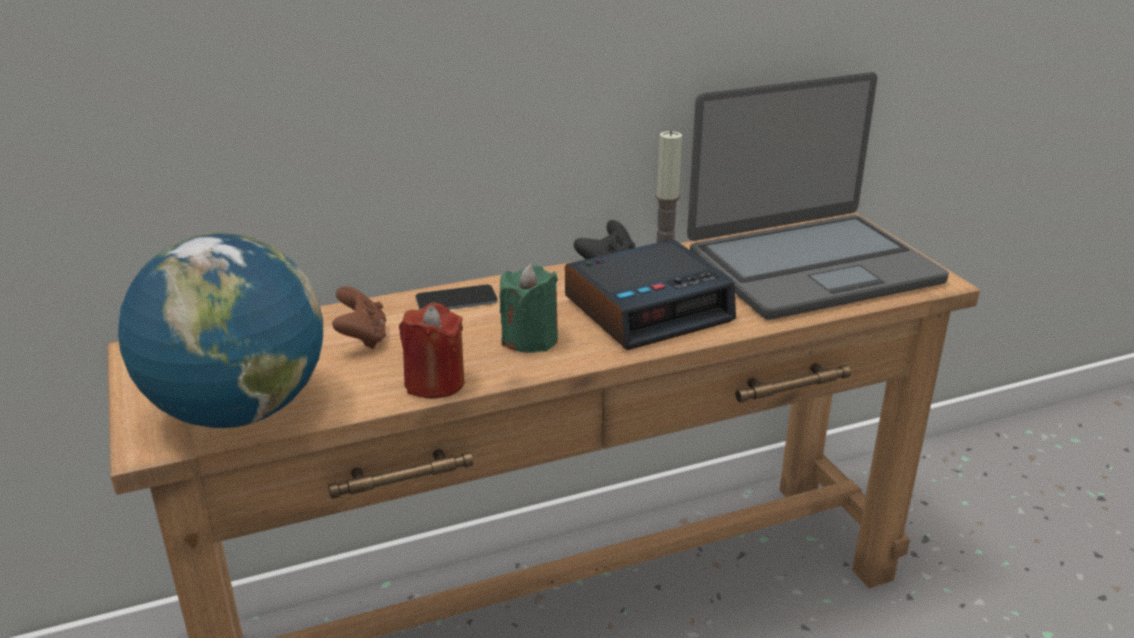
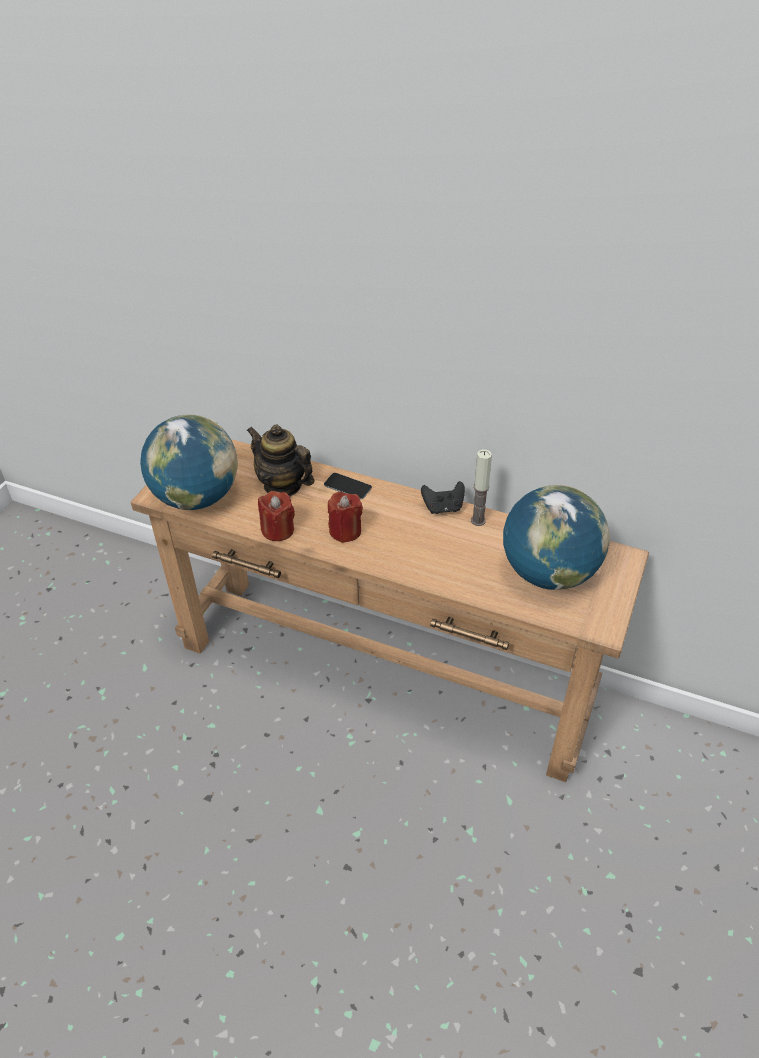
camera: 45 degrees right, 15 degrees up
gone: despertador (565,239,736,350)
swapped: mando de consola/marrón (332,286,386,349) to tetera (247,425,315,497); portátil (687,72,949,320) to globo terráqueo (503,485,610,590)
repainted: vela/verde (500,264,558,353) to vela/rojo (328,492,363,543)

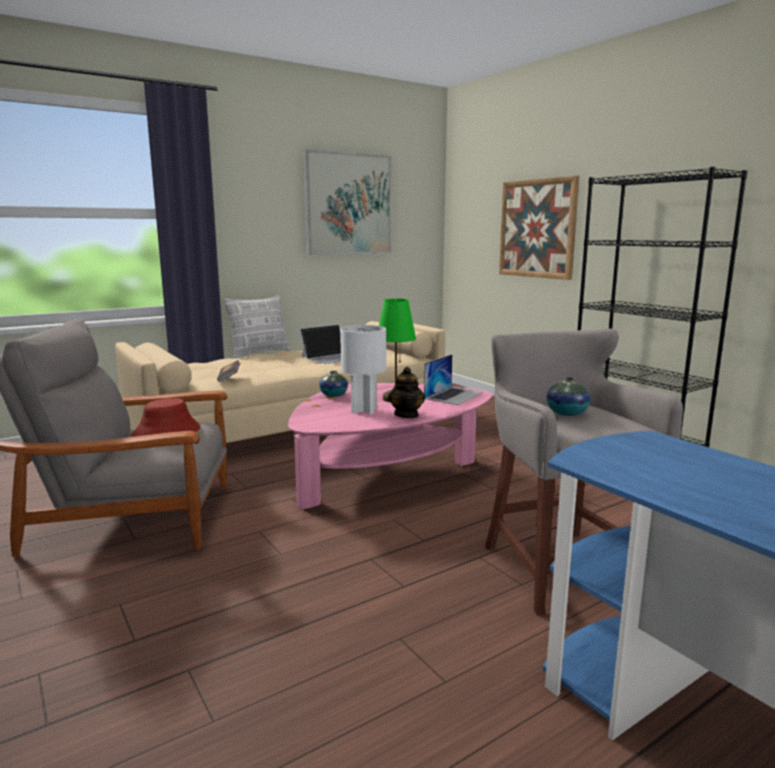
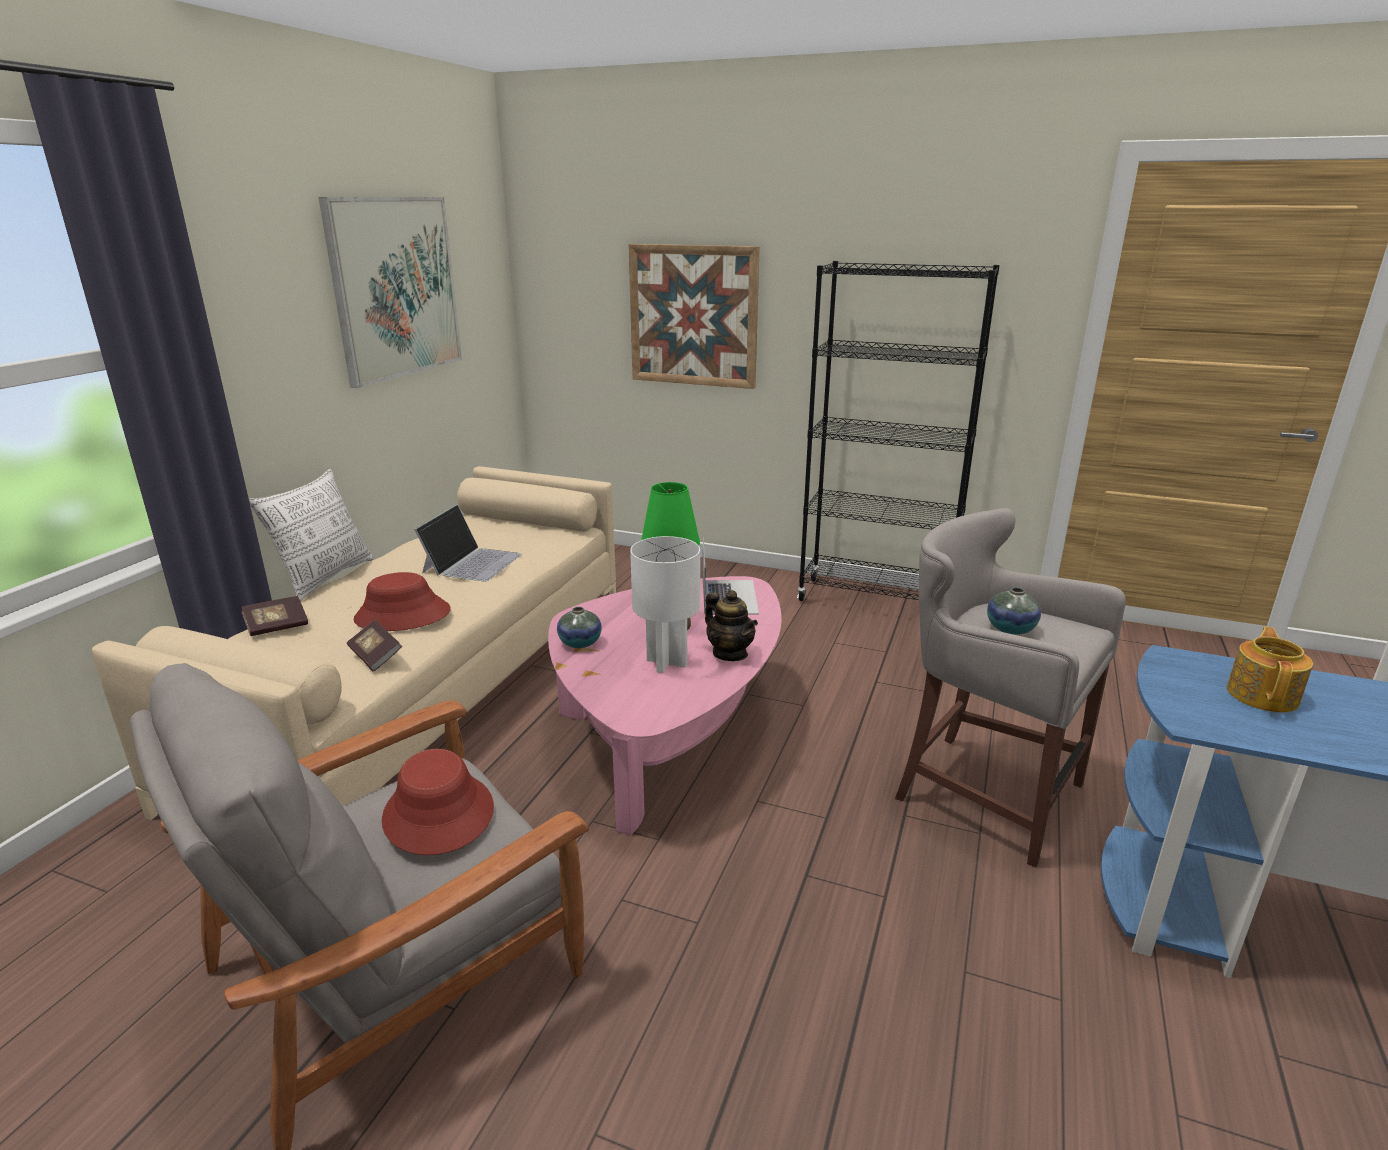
camera: 35 degrees left, 10 degrees up
new: libro (241,596,308,636); sombrero/rojo (353,572,451,631); tetera (1227,627,1313,713)

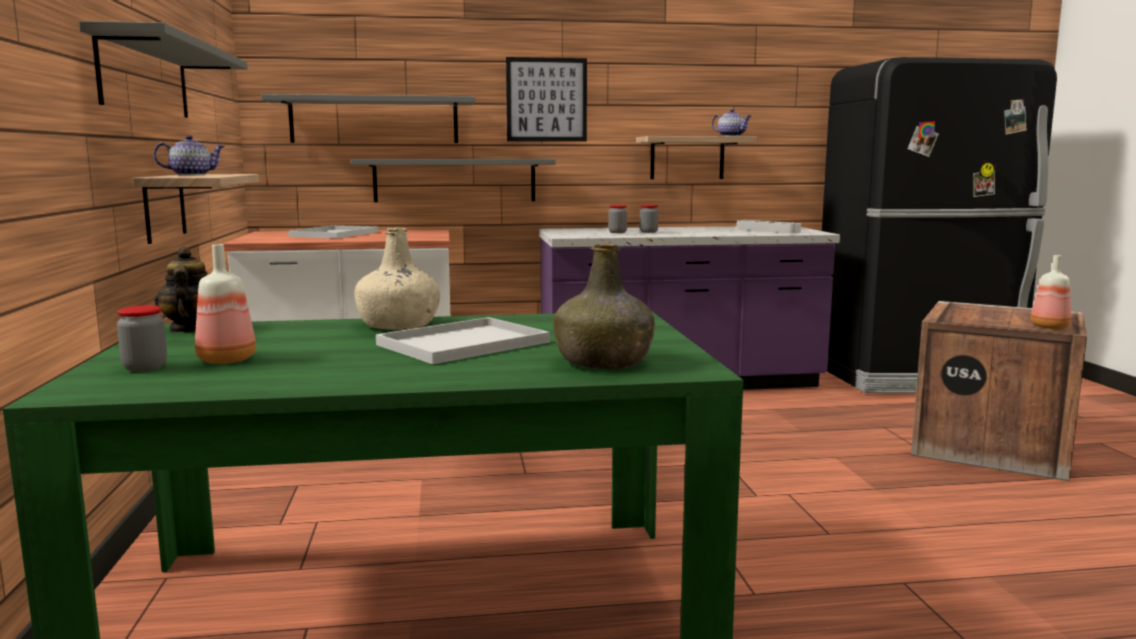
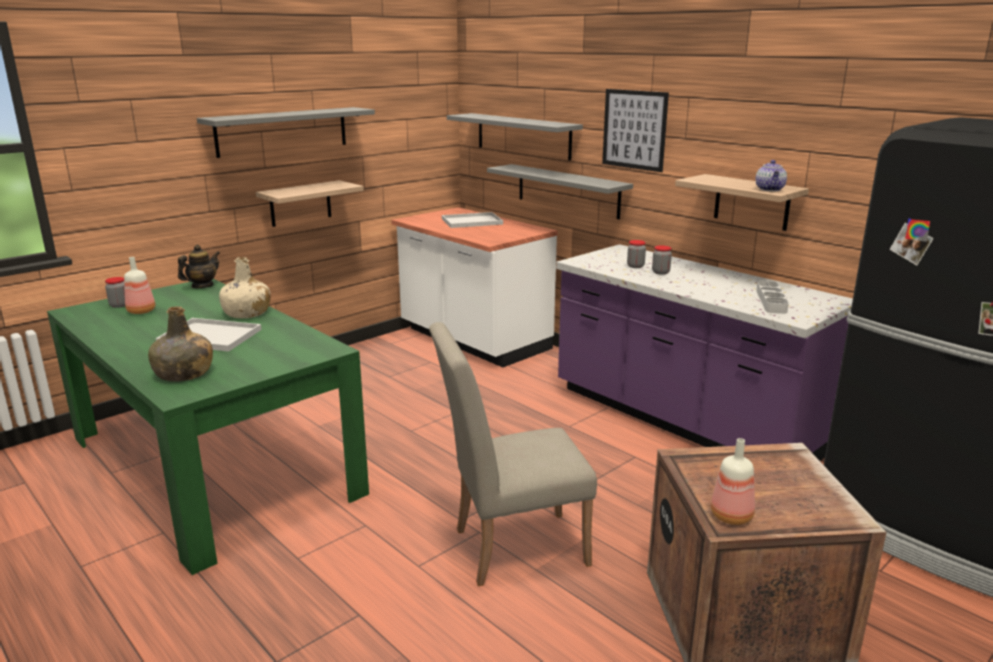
camera: 55 degrees right, 10 degrees up
gone: tetera (154,135,225,175)
new: silla/beis (429,322,597,586)

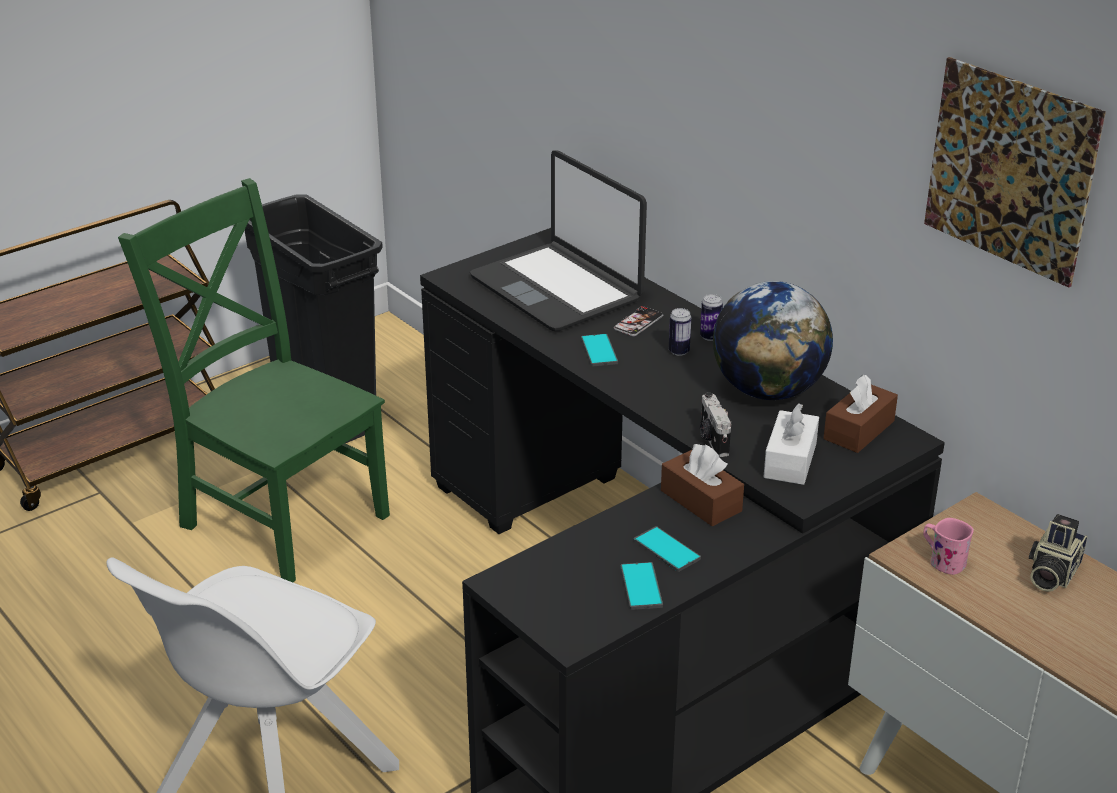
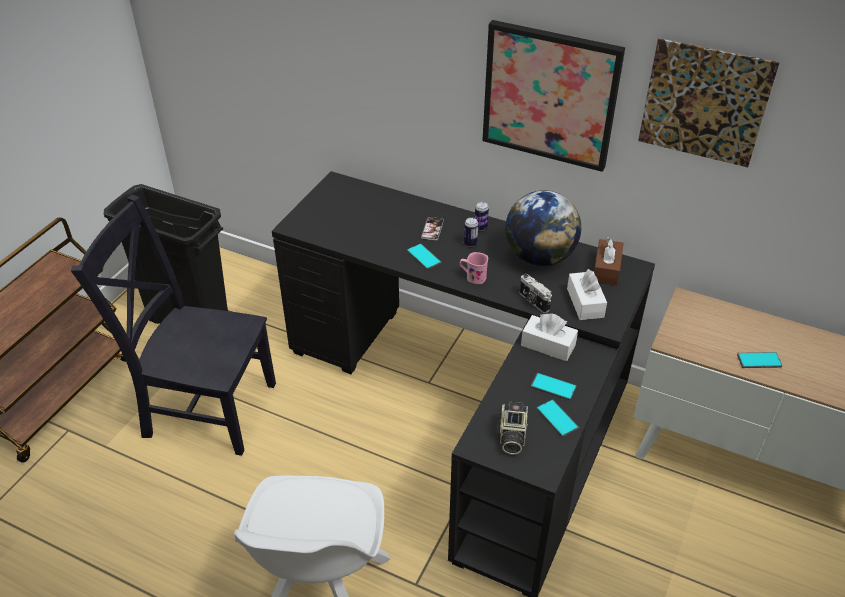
camera: 25 degrees left, 10 degrees up
gone: portátil (470,150,647,331)
new: cuadro (482,20,625,172); móvil (737,352,782,368)
shifted: taza grande/rosa (923,518,974,575) to (460,252,488,284); cámara (1029,514,1087,592) to (497,402,528,455)
repainted: silla/verde (118,178,390,582) to silla/negro (71,195,276,456); caja de pañuelos/marrón (661,444,744,526) to caja de pañuelos/blanco (521,313,578,361)

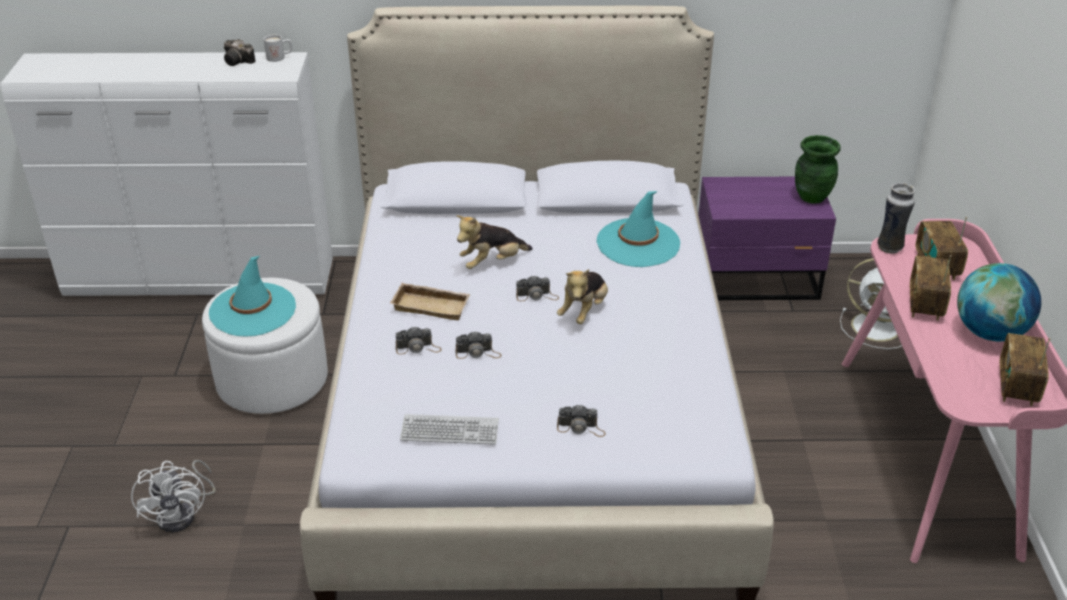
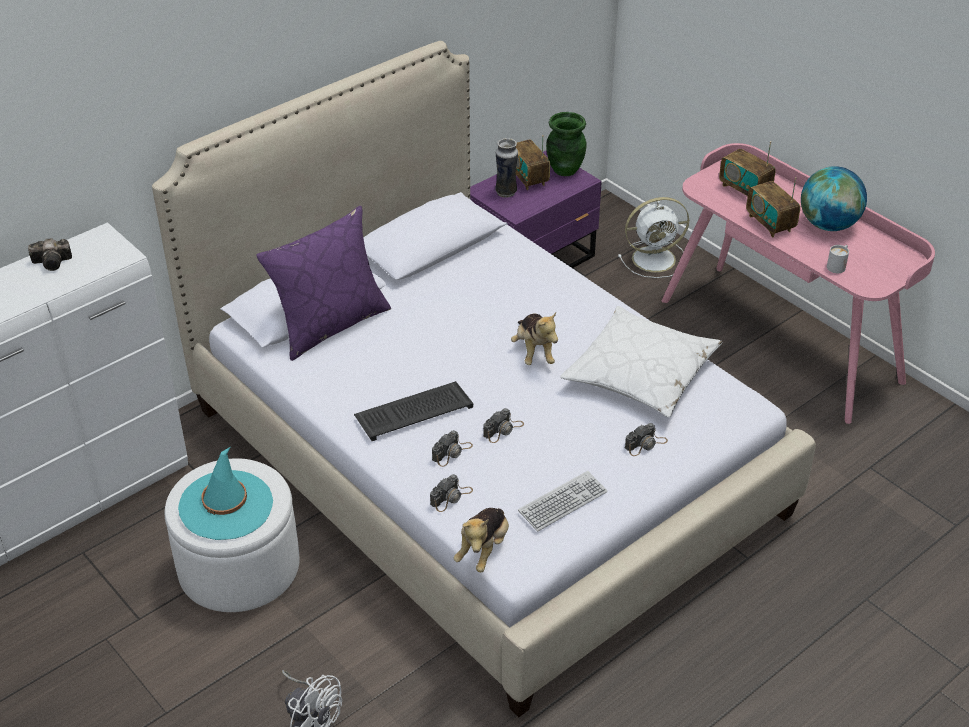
camera: 40 degrees left, 5 degrees up
gone: sombrero/turquesa (597,191,680,267)
new: cojín/morado (256,206,391,361); cojín/blanco (560,306,723,418)
shifted: cámara (516,275,559,301) to (430,474,473,512); peluche (456,215,533,269) to (454,508,509,572); florero (877,182,915,254) to (495,138,518,198); radio (1000,333,1051,406) to (516,135,550,190); taza grande/blanco (264,34,292,62) to (827,245,849,273)
swapped: bandeja/beis (390,283,471,320) to teclado (354,381,473,441)

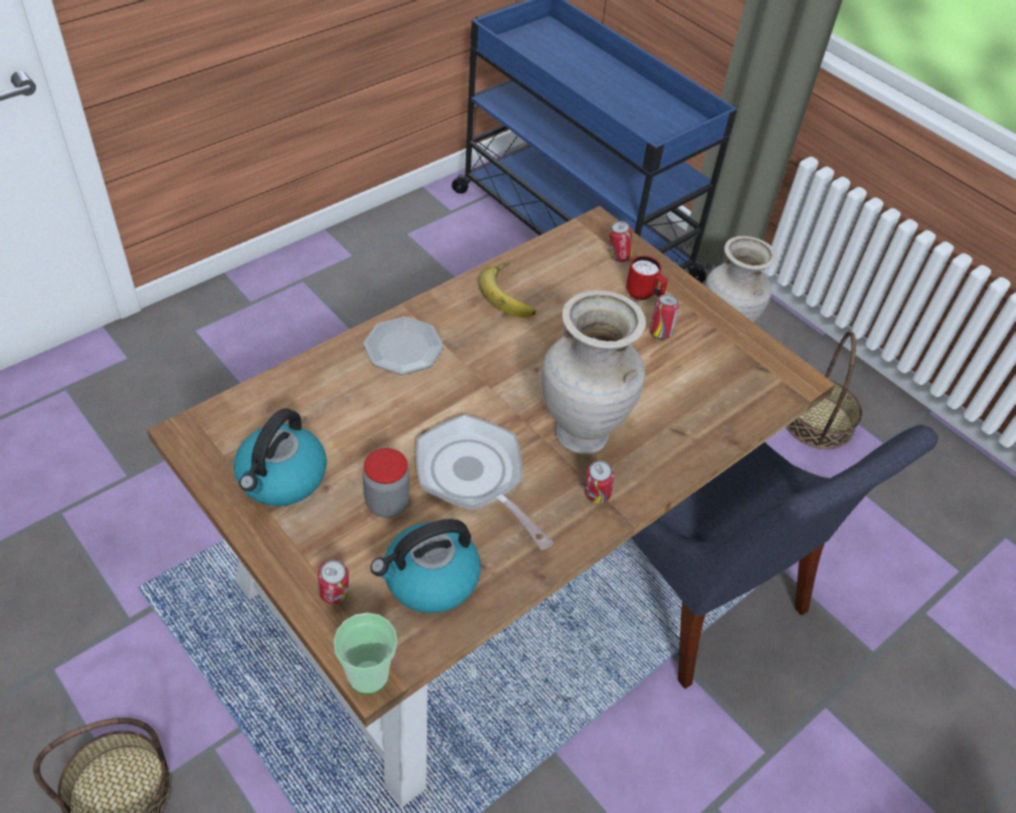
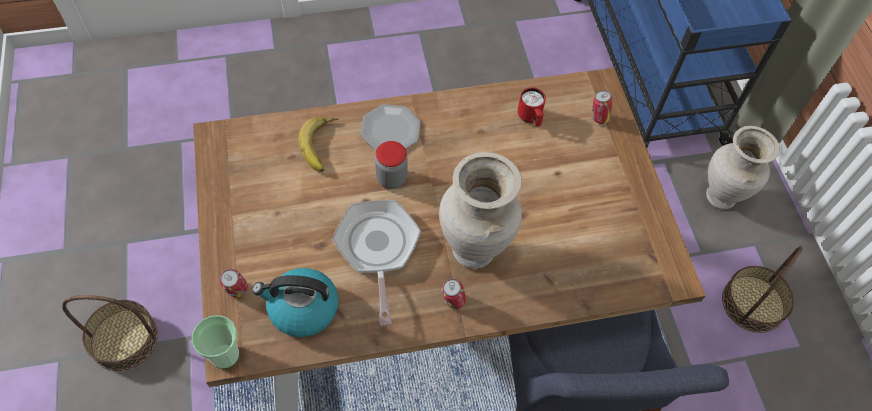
camera: 30 degrees right, 10 degrees up
gone: hervidor (234,408,327,506); lata (650,294,679,339)
shifted: plátano (479,262,536,318) to (298,117,338,172); tarro (363,448,410,517) to (375,141,408,189); taza grande/rojo (626,256,668,300) to (518,87,546,126)

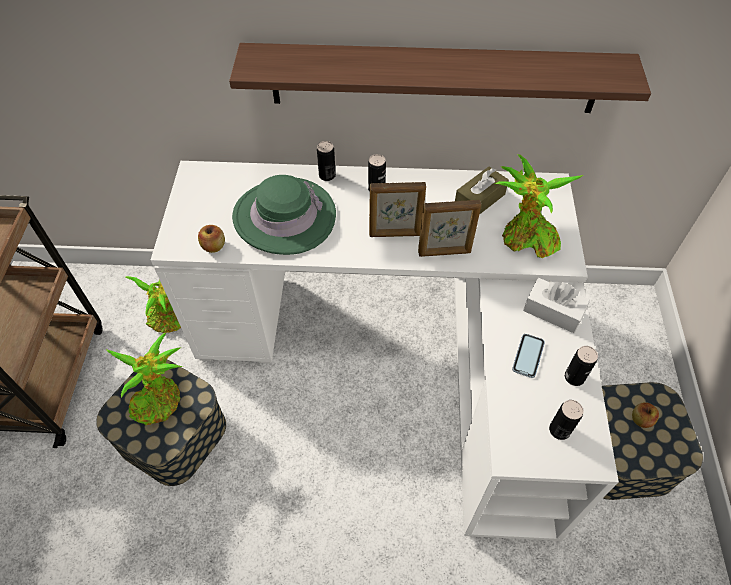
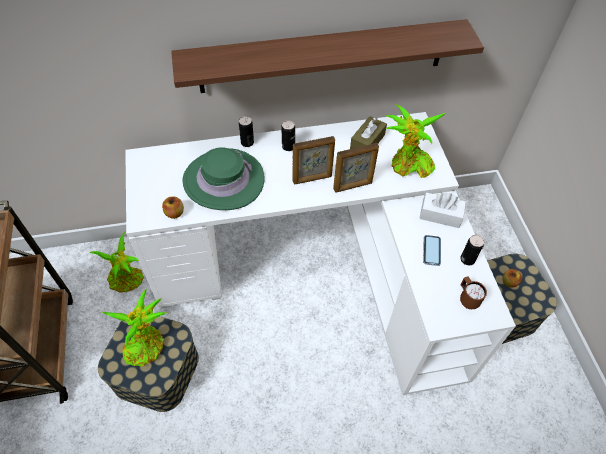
camera: 15 degrees left, 0 degrees up
swapped: lata (549,400,584,440) to taza grande/marrón (460,276,487,309)

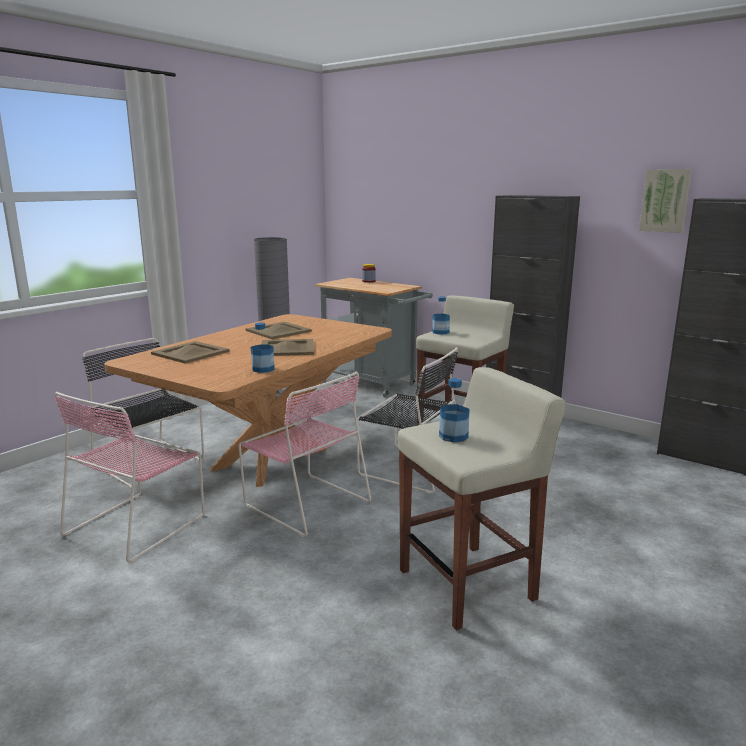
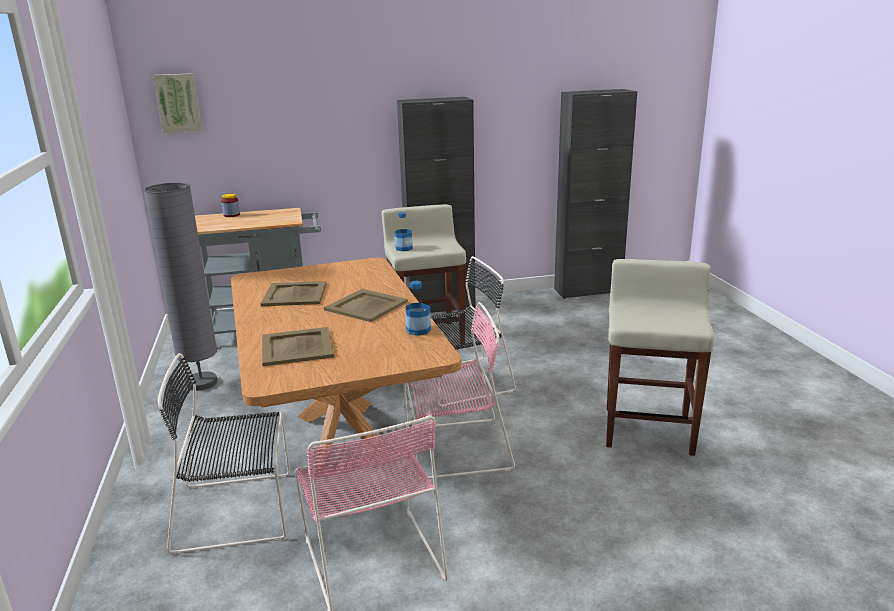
camera: 50 degrees left, 5 degrees up
gone: botella (439,378,469,442)
shifted: cuadro (639,169,692,233) to (153,73,202,133)

